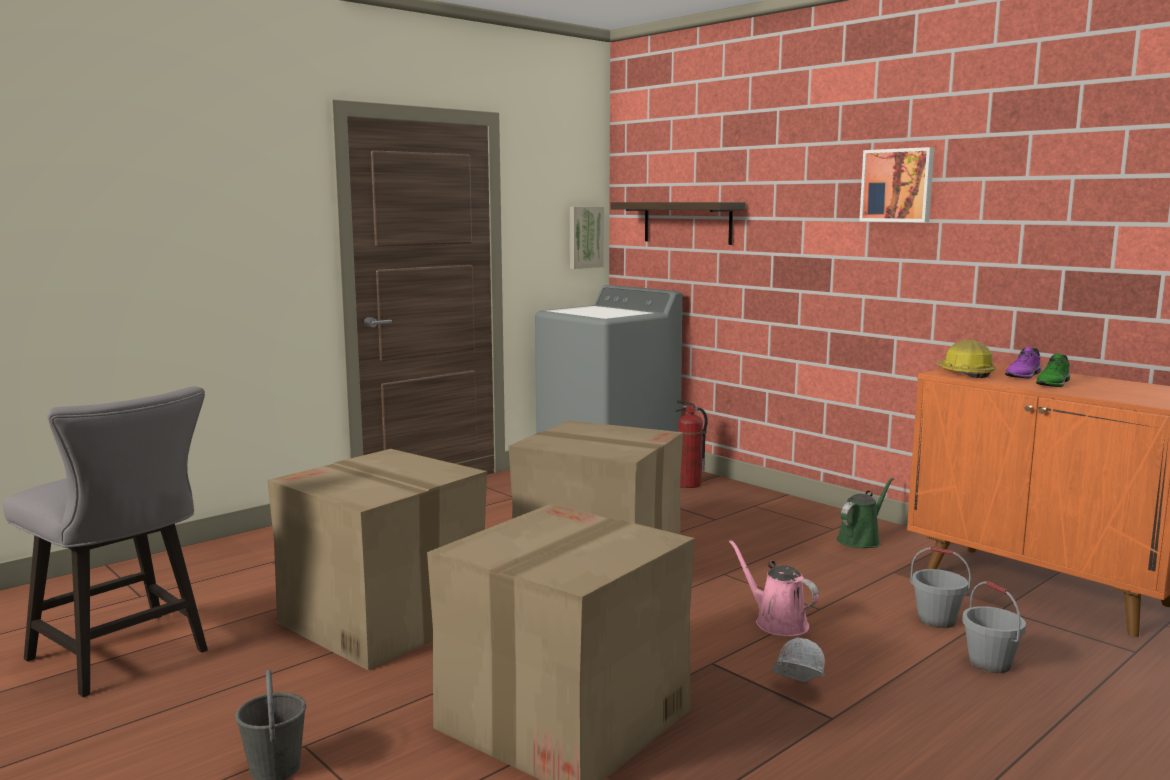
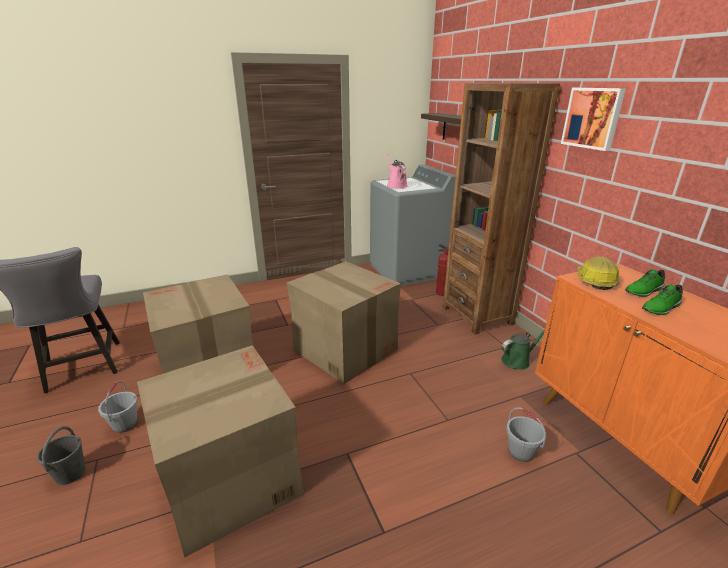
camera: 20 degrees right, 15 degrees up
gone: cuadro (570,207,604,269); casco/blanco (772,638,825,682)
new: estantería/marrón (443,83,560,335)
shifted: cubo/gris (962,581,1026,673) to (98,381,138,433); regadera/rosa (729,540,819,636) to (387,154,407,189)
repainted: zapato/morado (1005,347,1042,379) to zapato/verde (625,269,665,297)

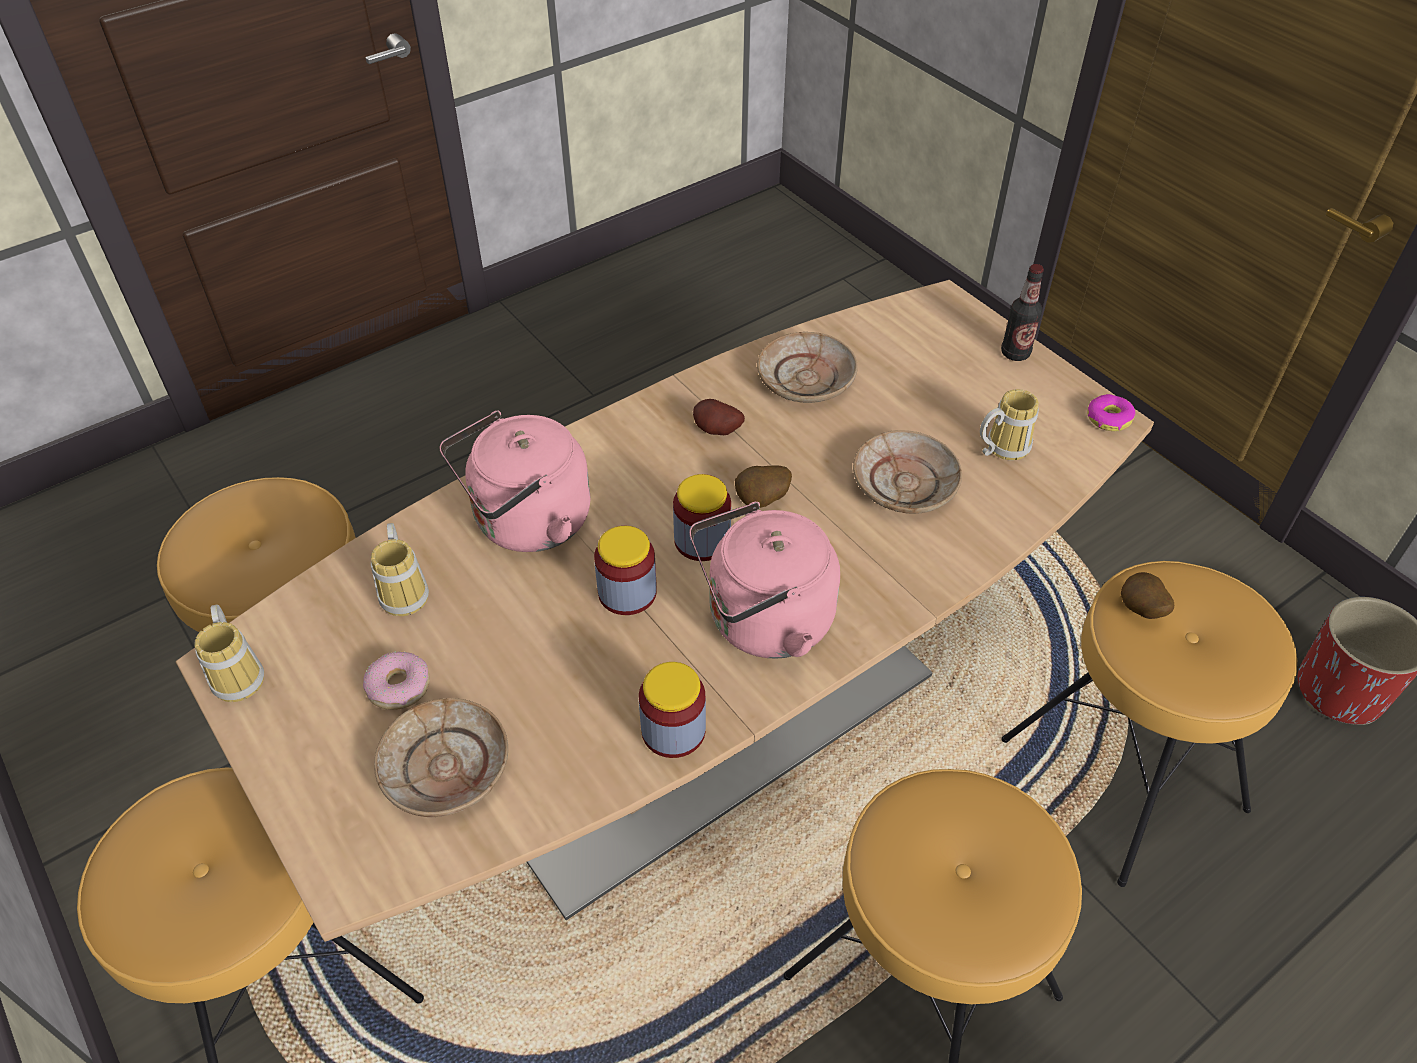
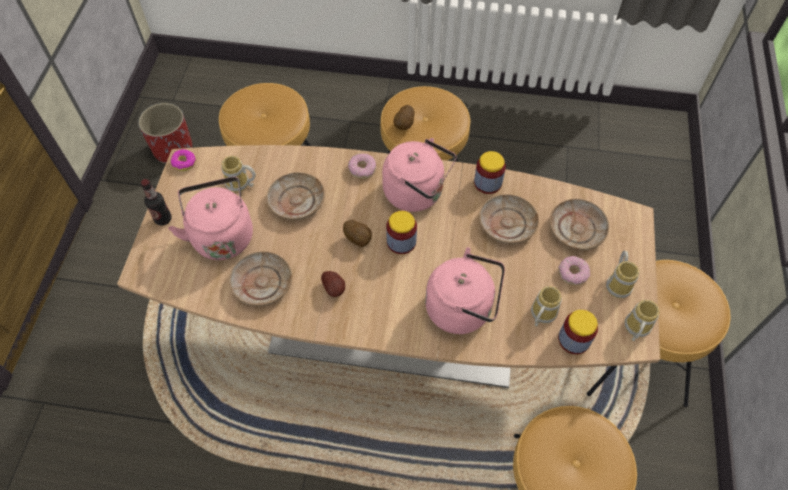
camera: 135 degrees left, 10 degrees up
new: hervidor/rosa (168,177,253,260); rosquilla (348,154,376,179); plato/beis (479,194,539,244); taza grande (606,251,639,298)
shifted: patata (1121,572,1174,619) to (394,105,415,130); tarro (594,526,657,615) to (558,310,598,354)

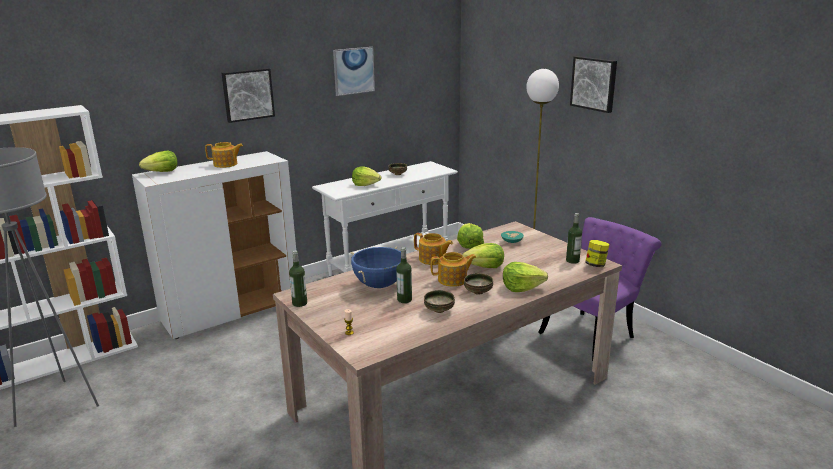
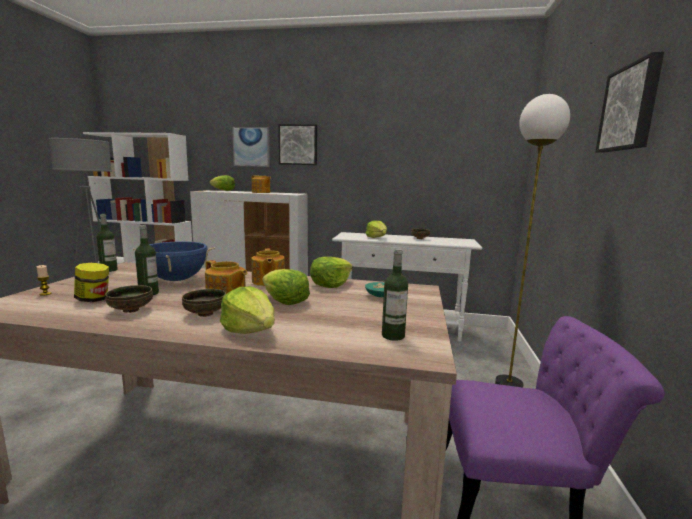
camera: 45 degrees right, 10 degrees down
shifted: tarro (585,240,610,267) to (74,263,109,302); cuadro (333,47,375,96) to (232,127,270,167)

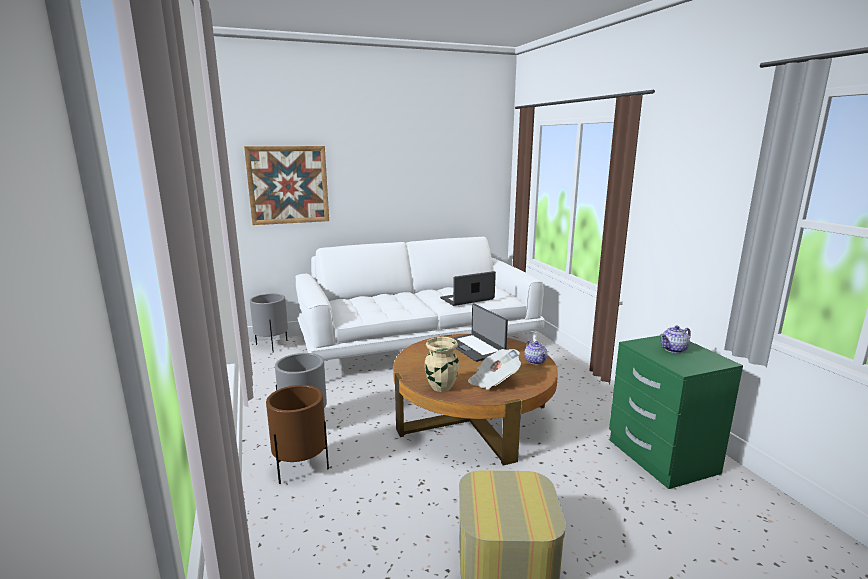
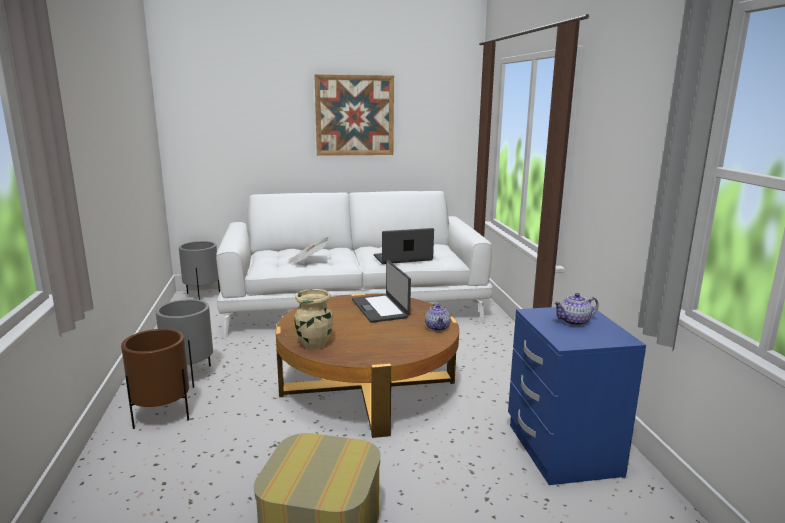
camera: 10 degrees right, 0 degrees up
shifted: periódico (468,349,521,390) to (289,237,330,264); cuadro (244,146,329,225) to (314,74,394,156)
repainted: mesita de noche/verde (609,335,743,489) to mesita de noche/azul (508,307,646,485)

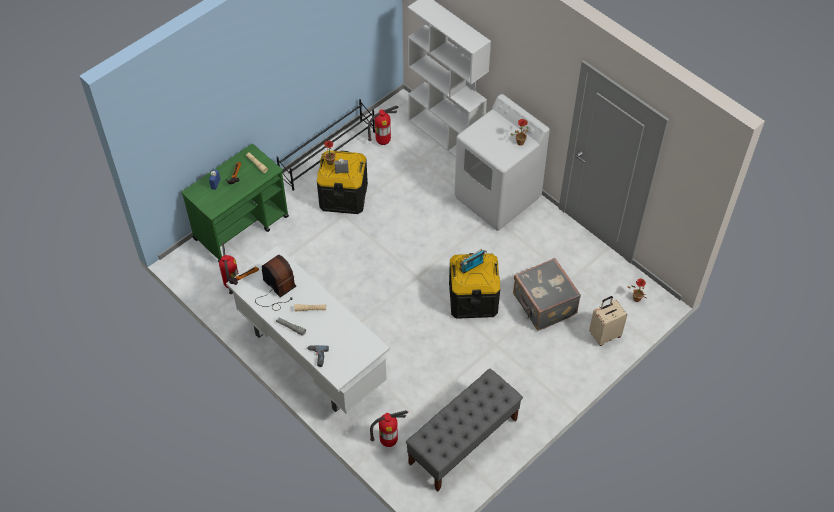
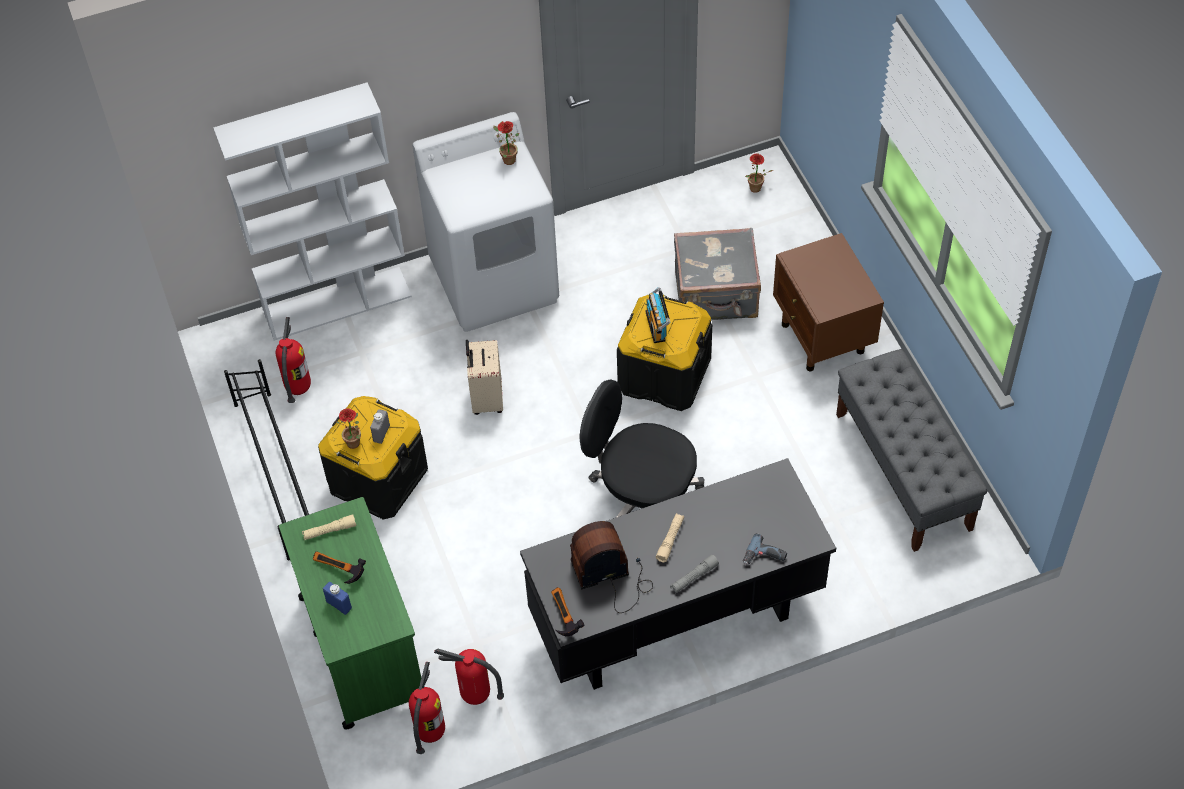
camera: 65 degrees left, 0 degrees up
new: silla de oficina/negro (580,379,705,517); mesita de noche/marrón (773,233,884,371)
shifted: extintor (370,410,408,447) to (409,662,445,754); maleta/beis (589,296,627,346) to (466,340,503,415)
repainted: escritorio/blanco (226,246,390,414) to escritorio/negro (520,458,836,690)

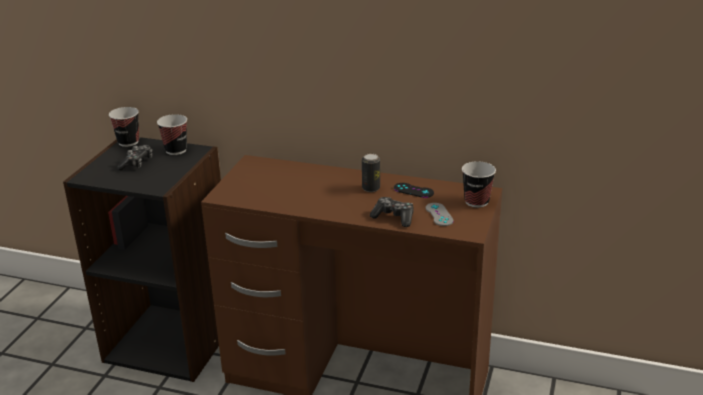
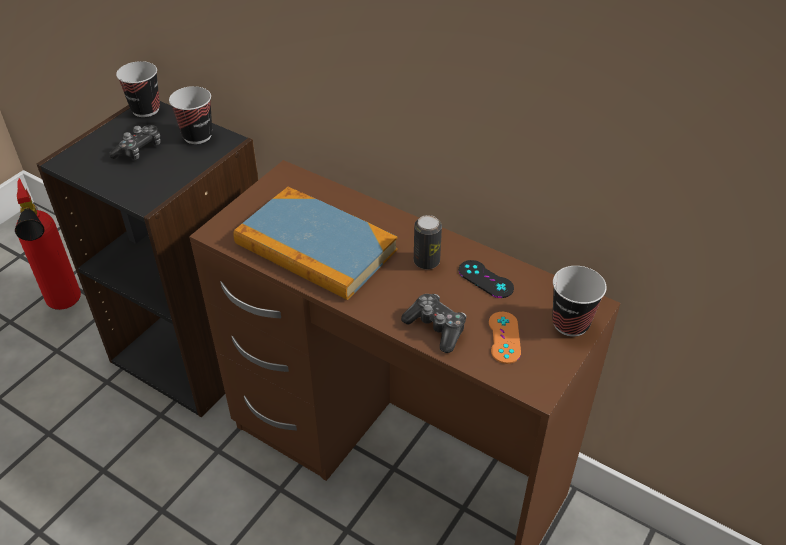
camera: 15 degrees right, 15 degrees up
new: extintor (15,178,81,310); libro (234,187,398,300)
repainted: mando de consola/gris (426,203,454,226) to mando de consola/naranja (489,312,521,364)

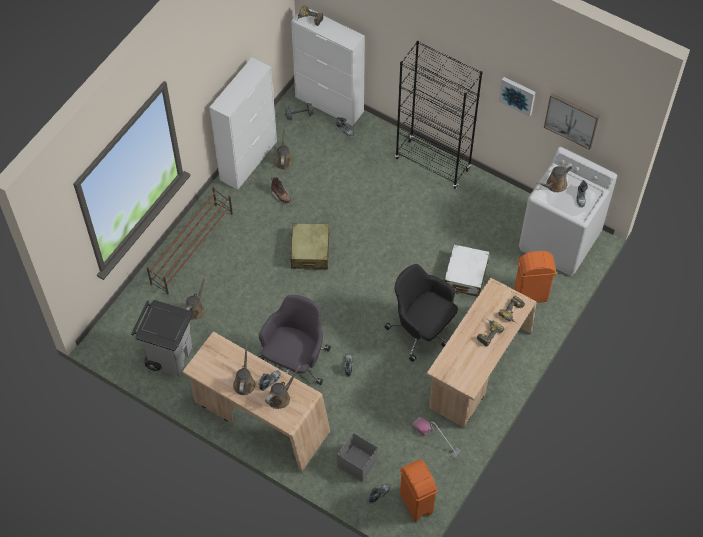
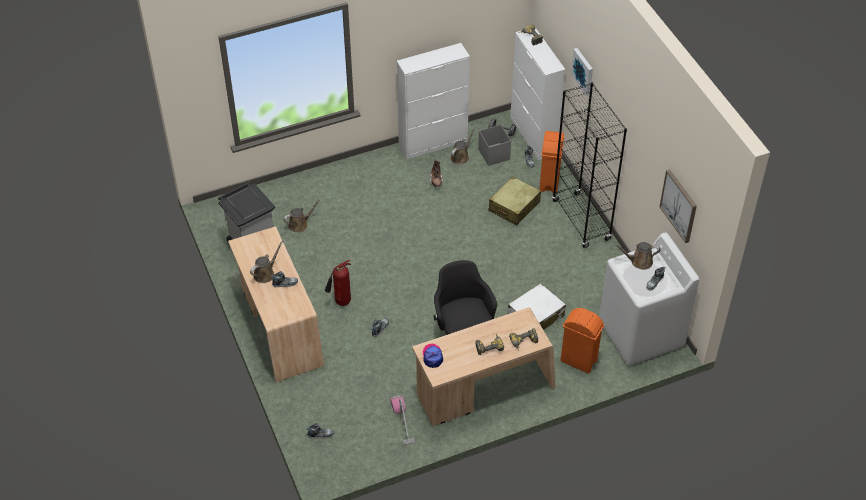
camera: 35 degrees right, 10 degrees down
gone: zapatero/marrón (146,186,233,295); regadera/marrón (265,365,301,409)
new: gorra (423,344,443,368)
shifted: caja de almacenaje/gris (337,433,378,482) to (478,125,511,166); maleta/beis (290,223,330,269) to (489,176,541,225); papelera/naranja (400,459,438,522) to (539,131,564,193); cuadro (499,77,536,117) to (571,48,593,95)
swapped: silla de oficina/gris (259,295,331,385) to extintor (325,260,351,306)

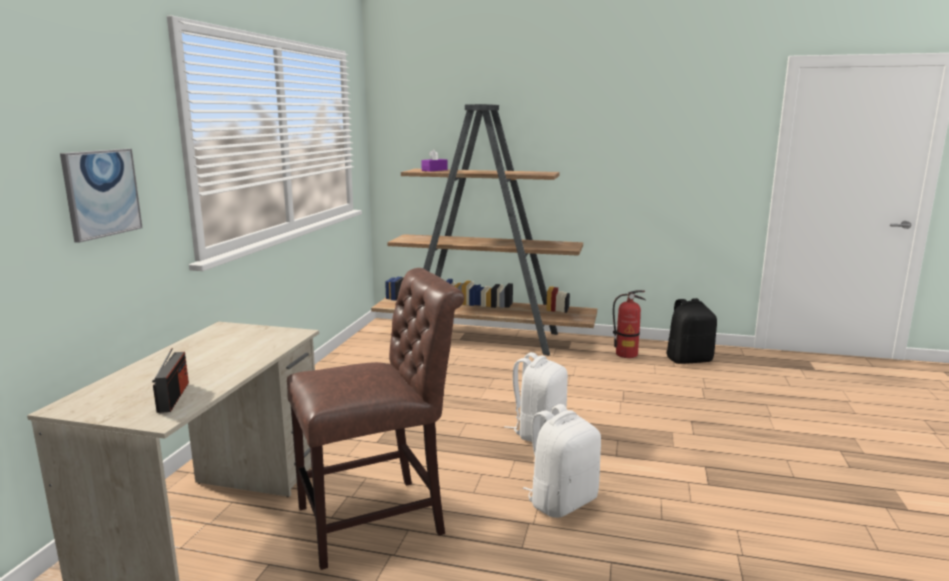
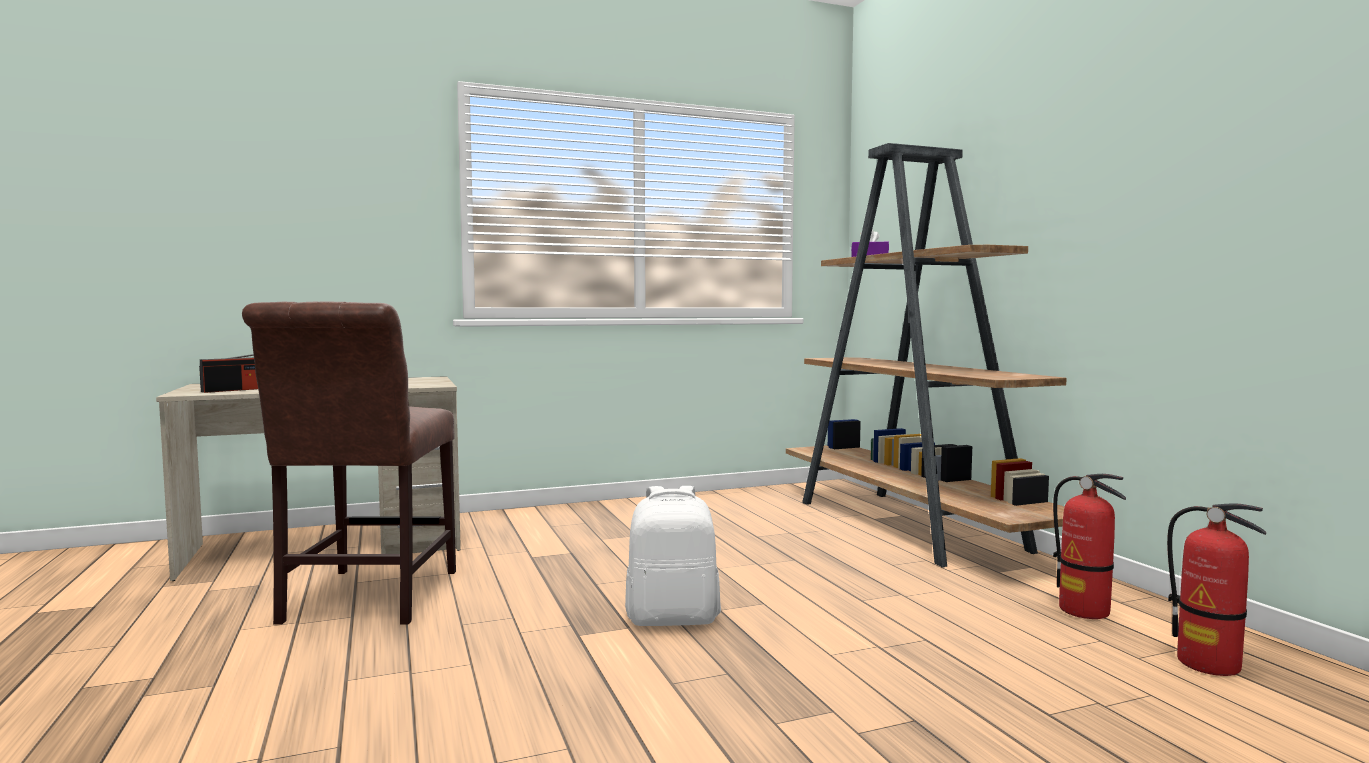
camera: 55 degrees right, 10 degrees down
gone: cuadro (60,149,143,243); mochila/blanco (523,404,601,518)
swapped: mochila/negro (666,298,717,364) to extintor (1167,503,1266,676)
rotated: silla/marrón (287,268,465,570) = (242,302,456,625) 60 degrees clockwise

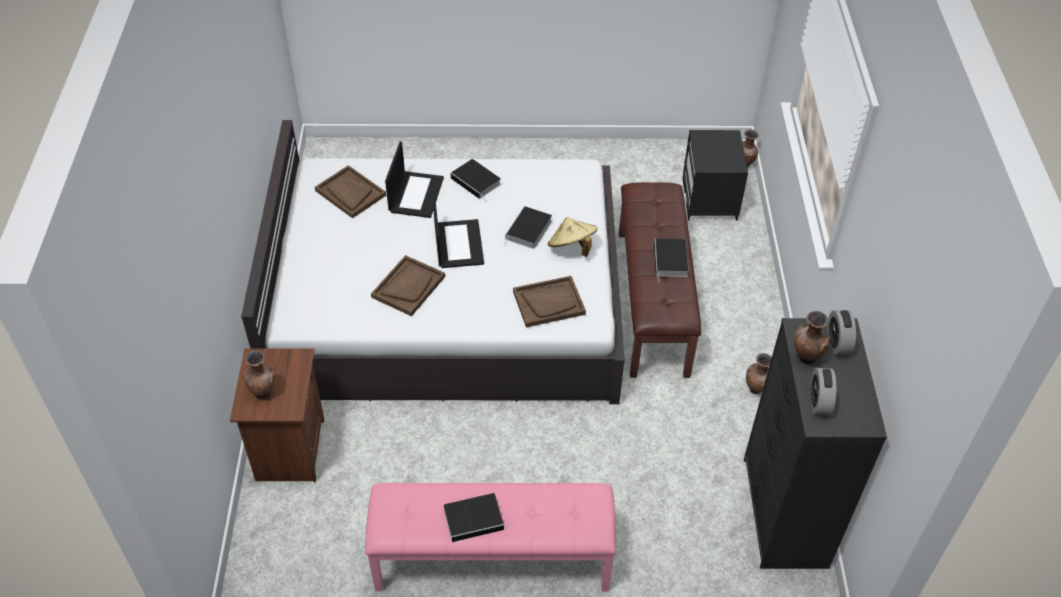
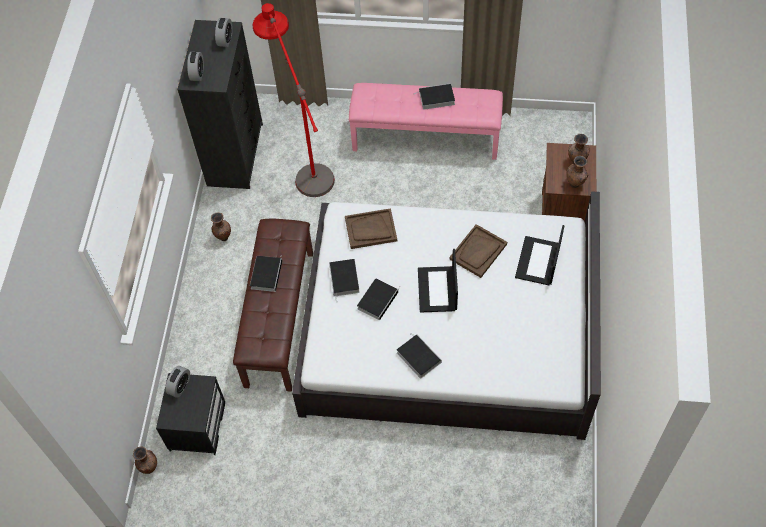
camera: 170 degrees left, 10 degrees up
gone: bandeja/marrón (315,165,386,218)
new: despertador (165,366,190,398); lámpara de pie/rojo (253,3,335,197)
shifted: portátil (385,141,444,218) to (515,225,564,285); florero/marrón (794,311,830,364) to (566,156,588,188)
swapped: sombrero/beis (548,217,598,257) to libro (329,259,360,300)

